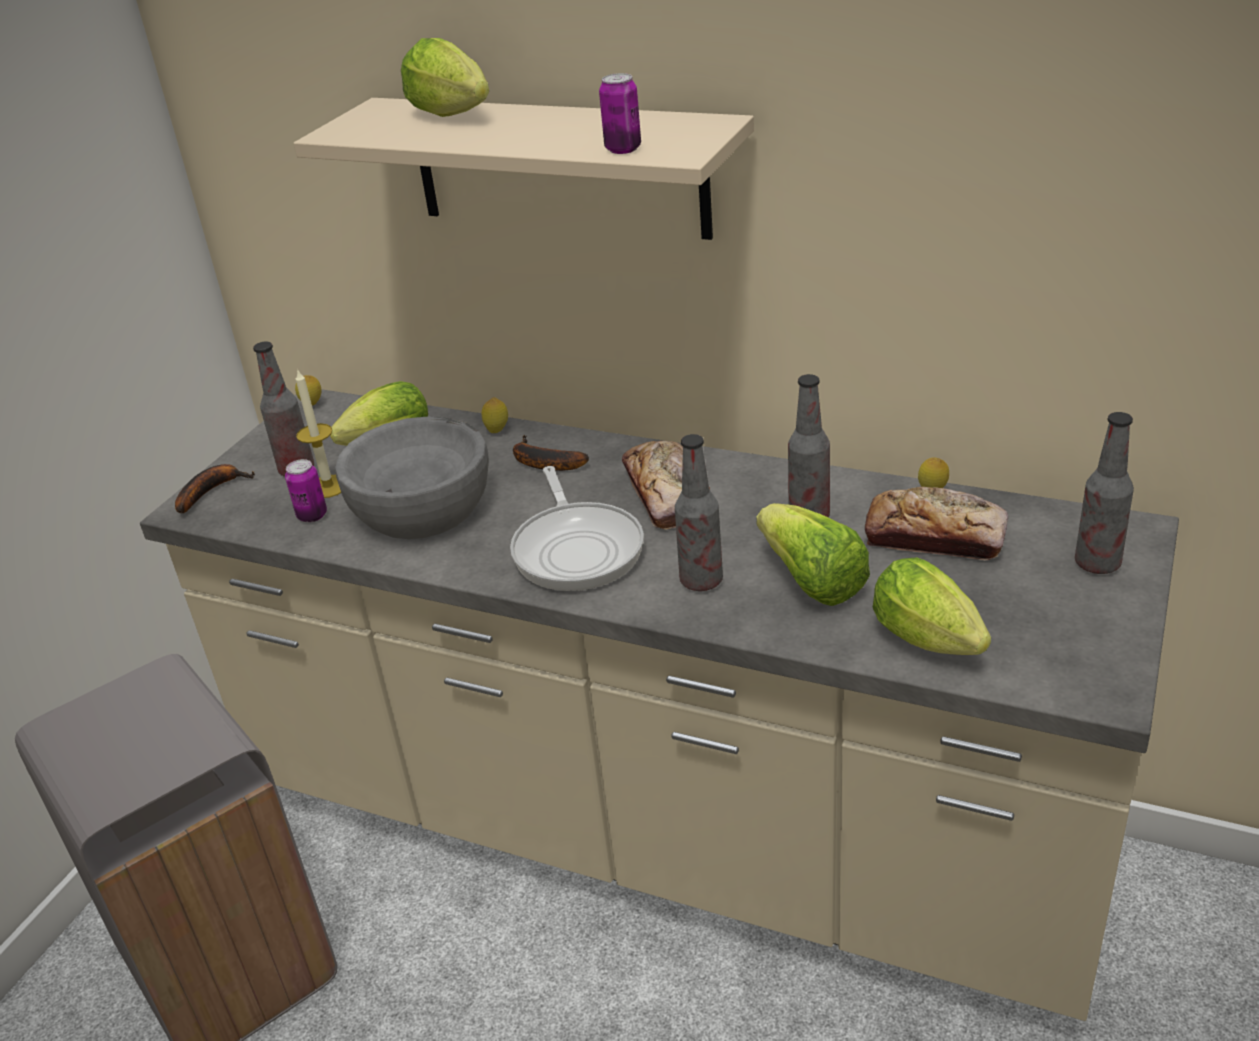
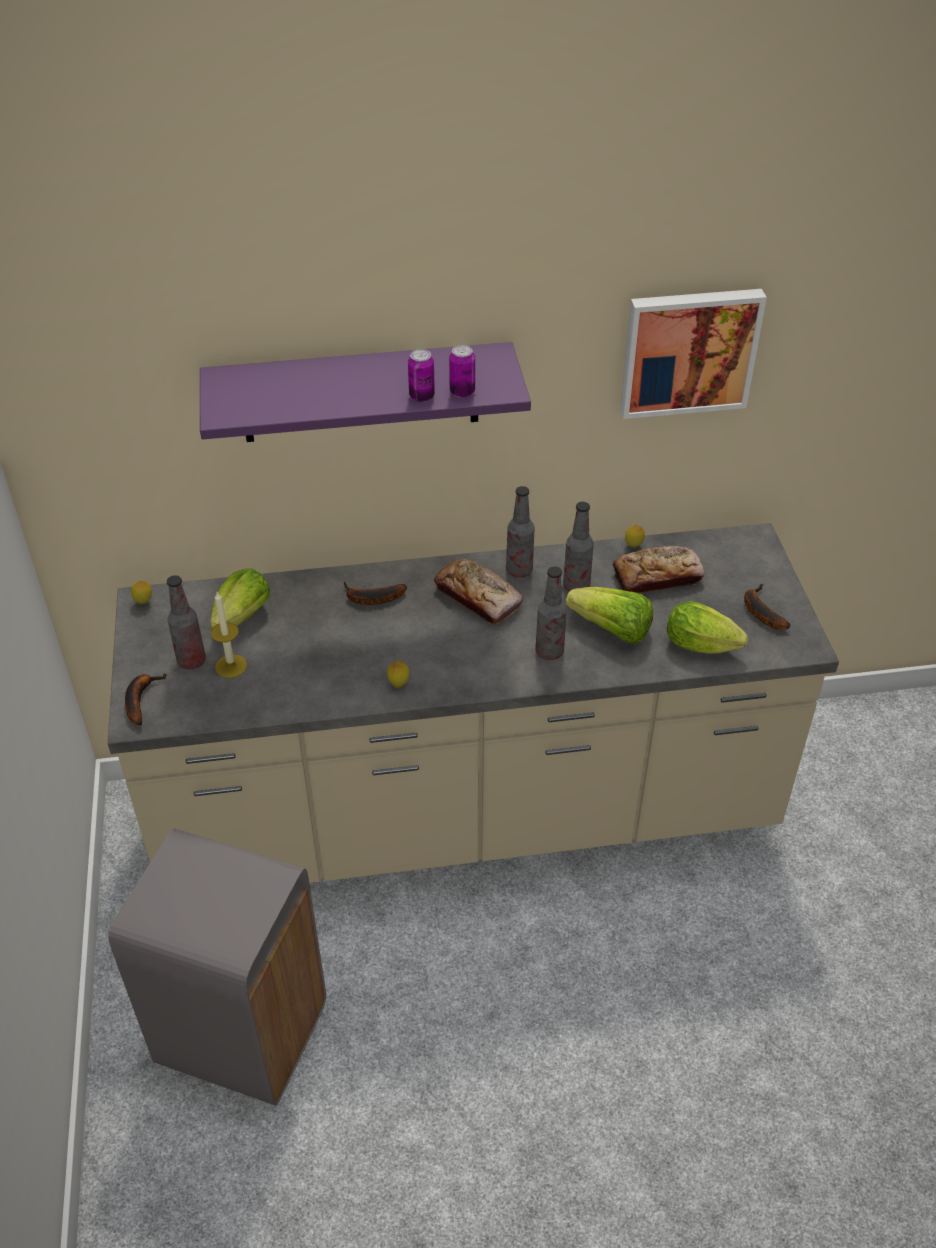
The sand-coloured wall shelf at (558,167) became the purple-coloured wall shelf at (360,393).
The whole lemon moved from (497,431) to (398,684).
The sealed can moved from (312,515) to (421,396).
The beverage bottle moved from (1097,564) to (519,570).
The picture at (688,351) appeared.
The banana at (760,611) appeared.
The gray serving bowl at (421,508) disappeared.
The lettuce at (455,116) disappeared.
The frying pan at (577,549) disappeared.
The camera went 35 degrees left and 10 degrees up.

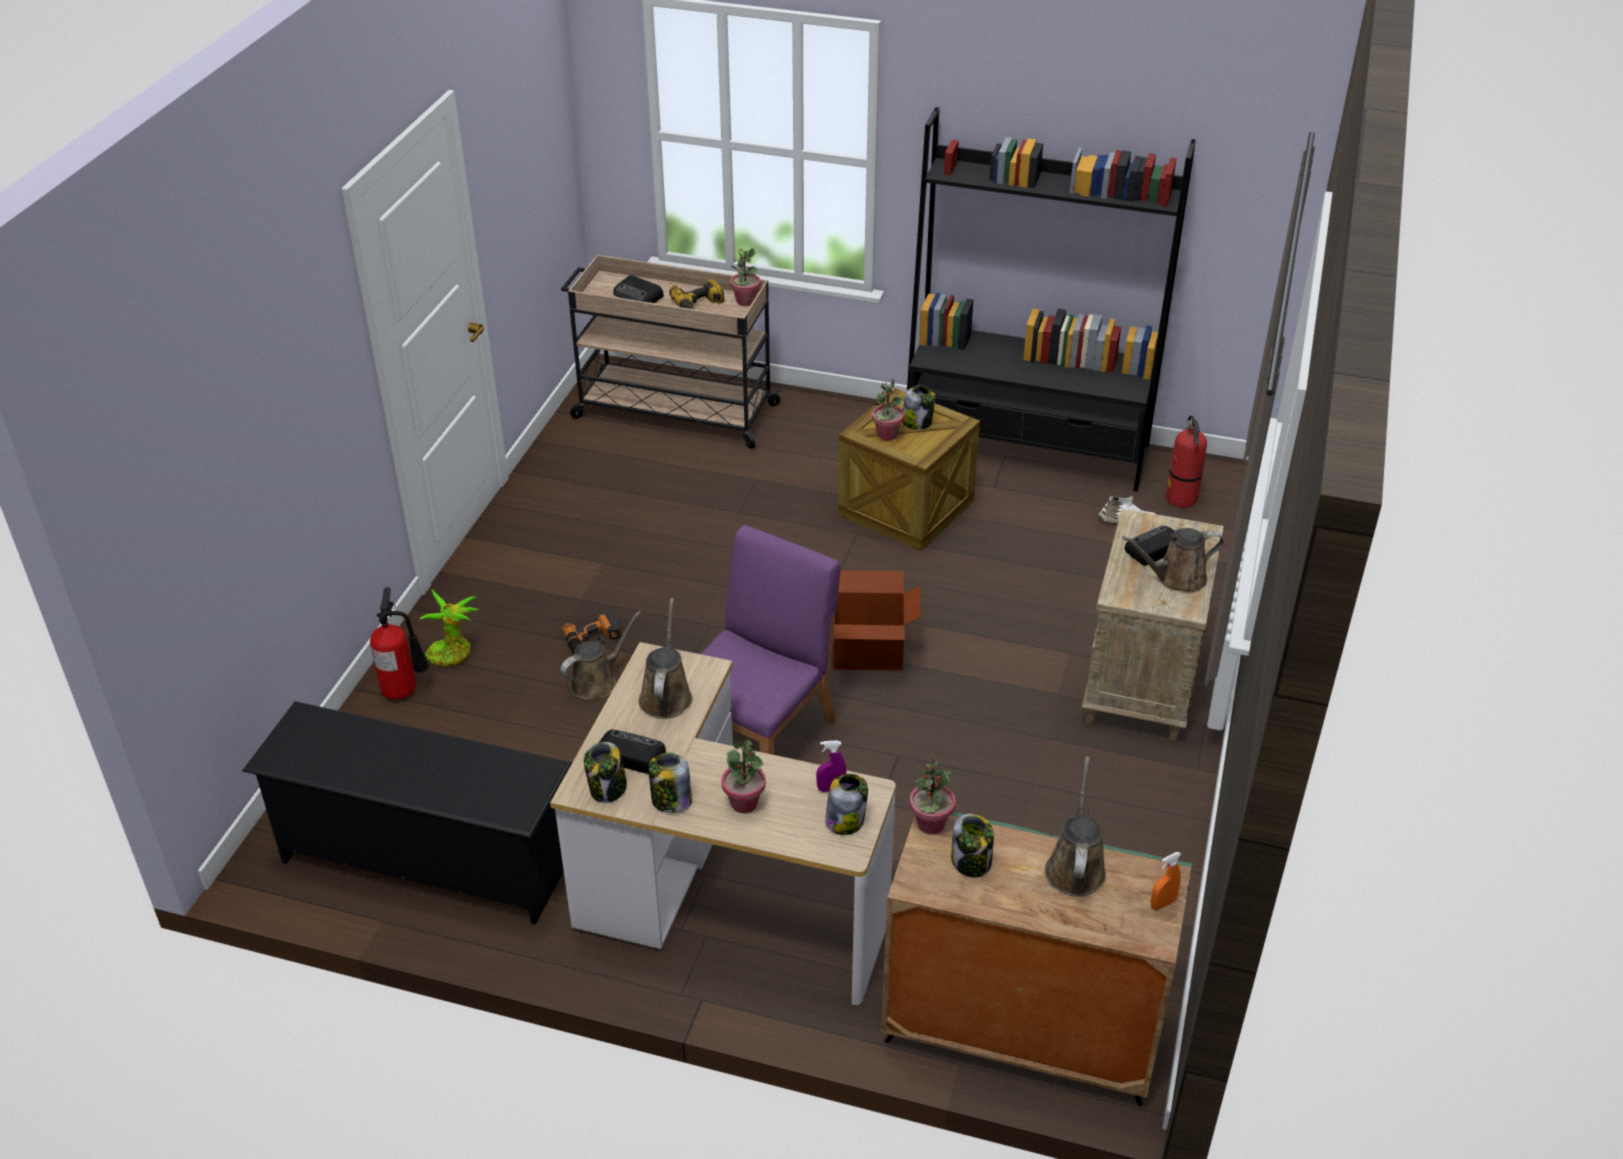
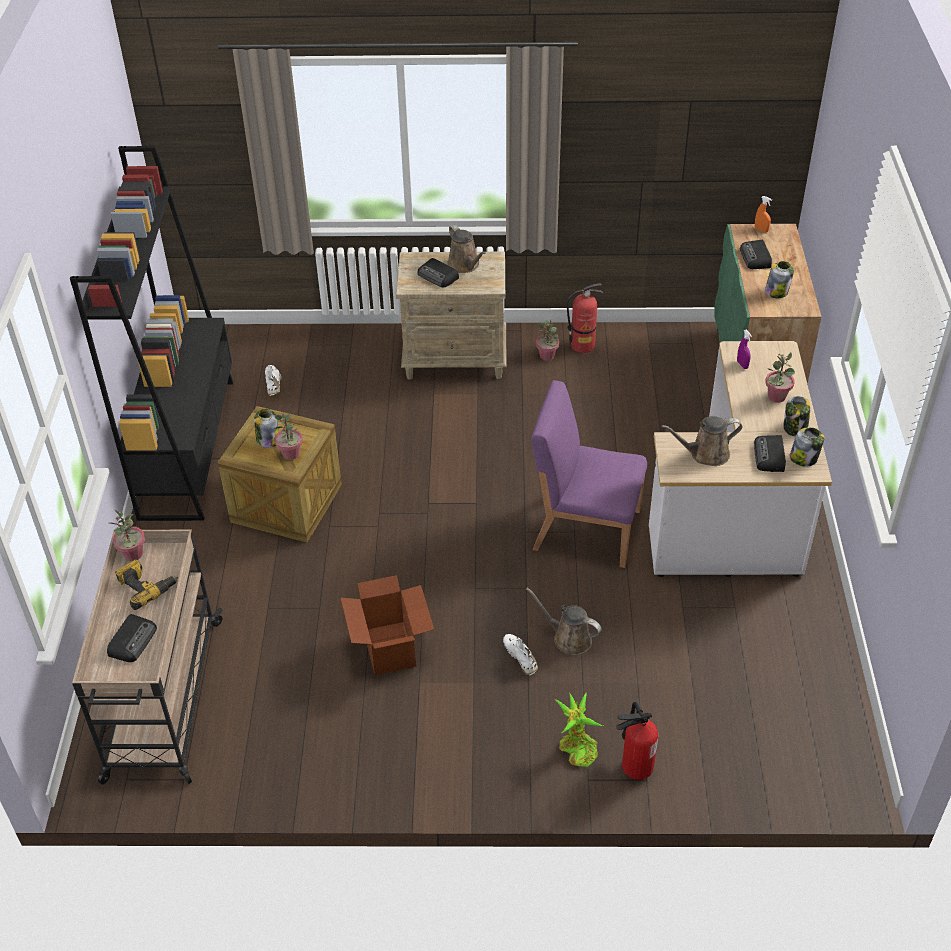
The carton moved from (868,654) to (390,648).
The power drill at (593,639) was replaced by the whitish item of footwear at (521,656).
The plant in a pot moved from (930,824) to (547,356).
The extinguisher moved from (1181,499) to (582,346).
The brown-coloured sprinkling can at (1075,867) was replaced by the radio at (756,258).
The black shoe stand at (427,859) disappeared.
The storage jar at (845,820) disappeared.
The camera went 105 degrees left and 5 degrees up.

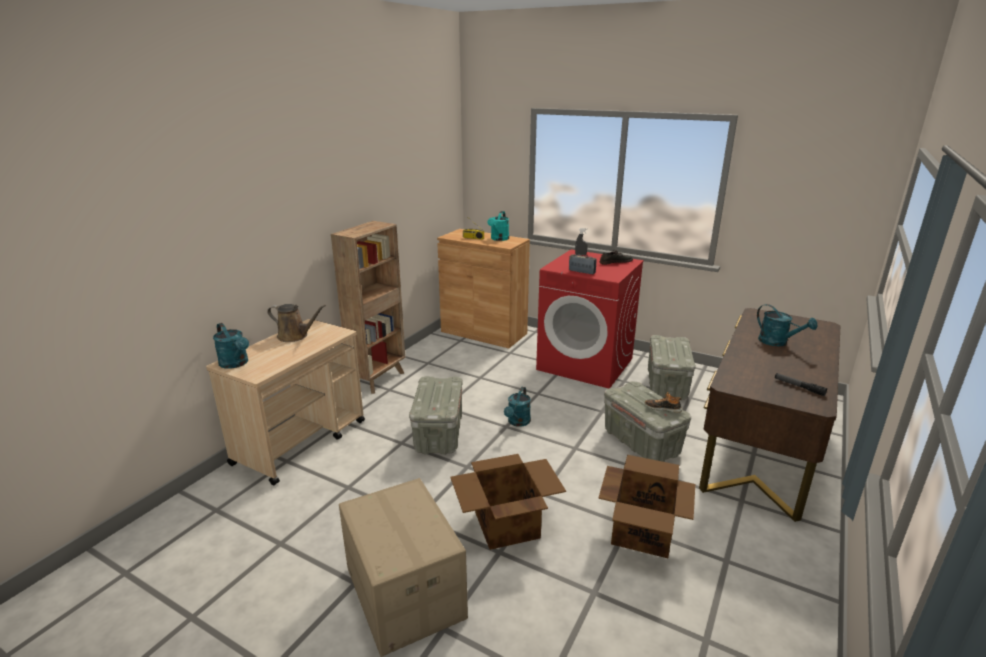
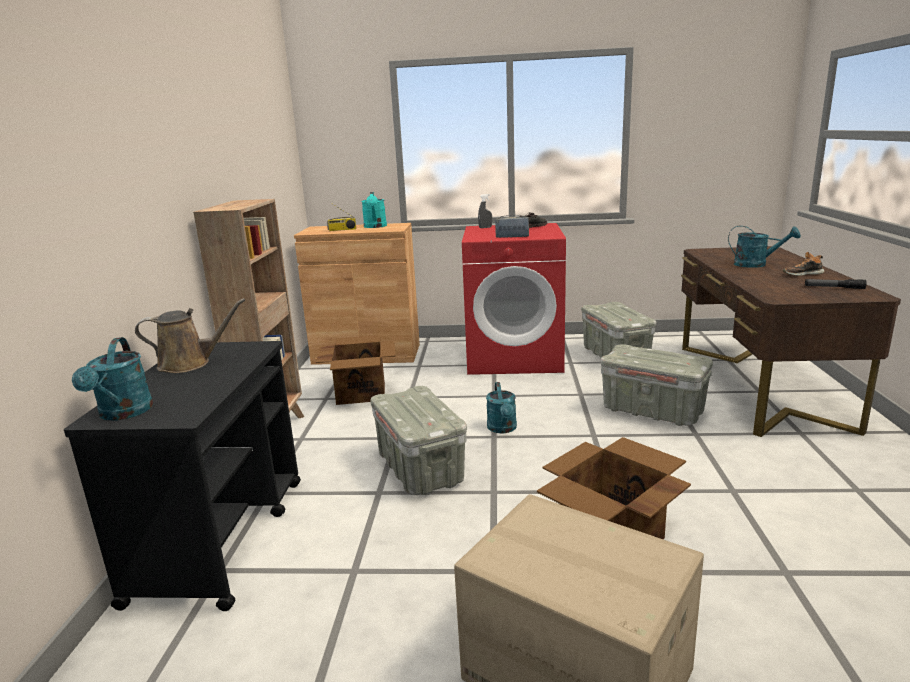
The sand-coloured wheeled cart at (301,441) became the black wheeled cart at (222,537).
The turquoise sprinkling can at (236,364) turned 60 degrees clockwise.
The carton moved from (642,531) to (361,392).
The item of footwear moved from (662,408) to (802,274).
The camera went 25 degrees left and 5 degrees down.

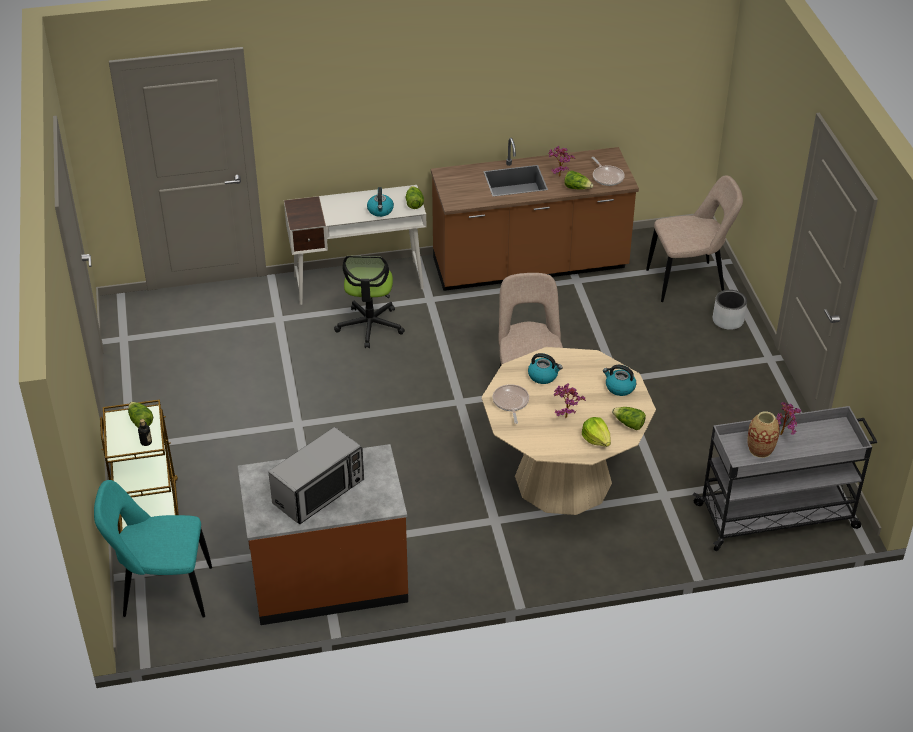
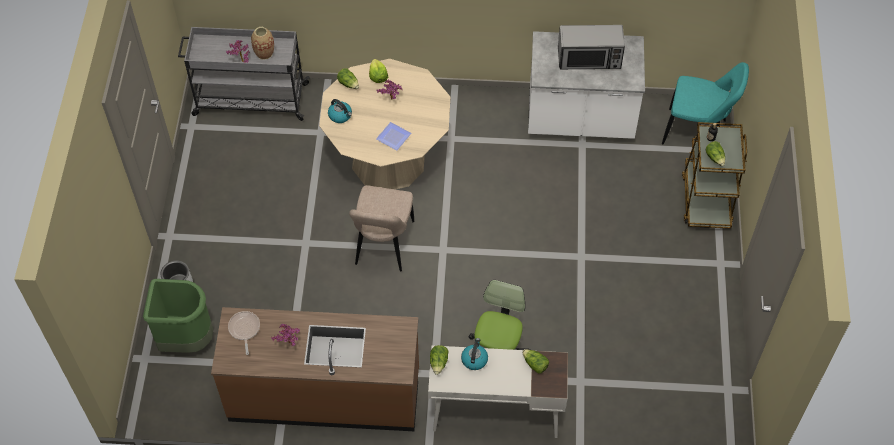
The sand-coloured plain chair at (689,282) was replaced by the green-coloured waste bin at (186,340).
The kettle at (543,376) was replaced by the flat dish at (394,138).
The lettuce moved from (577,188) to (535,364).
The brown-coloured kitchen counter at (328,578) became the whitish kitchen counter at (580,119).
The microwave oven at (319,492) turned 150 degrees counterclockwise.
The frying pan at (510,403) disappeared.
The camera went 165 degrees left and 15 degrees up.

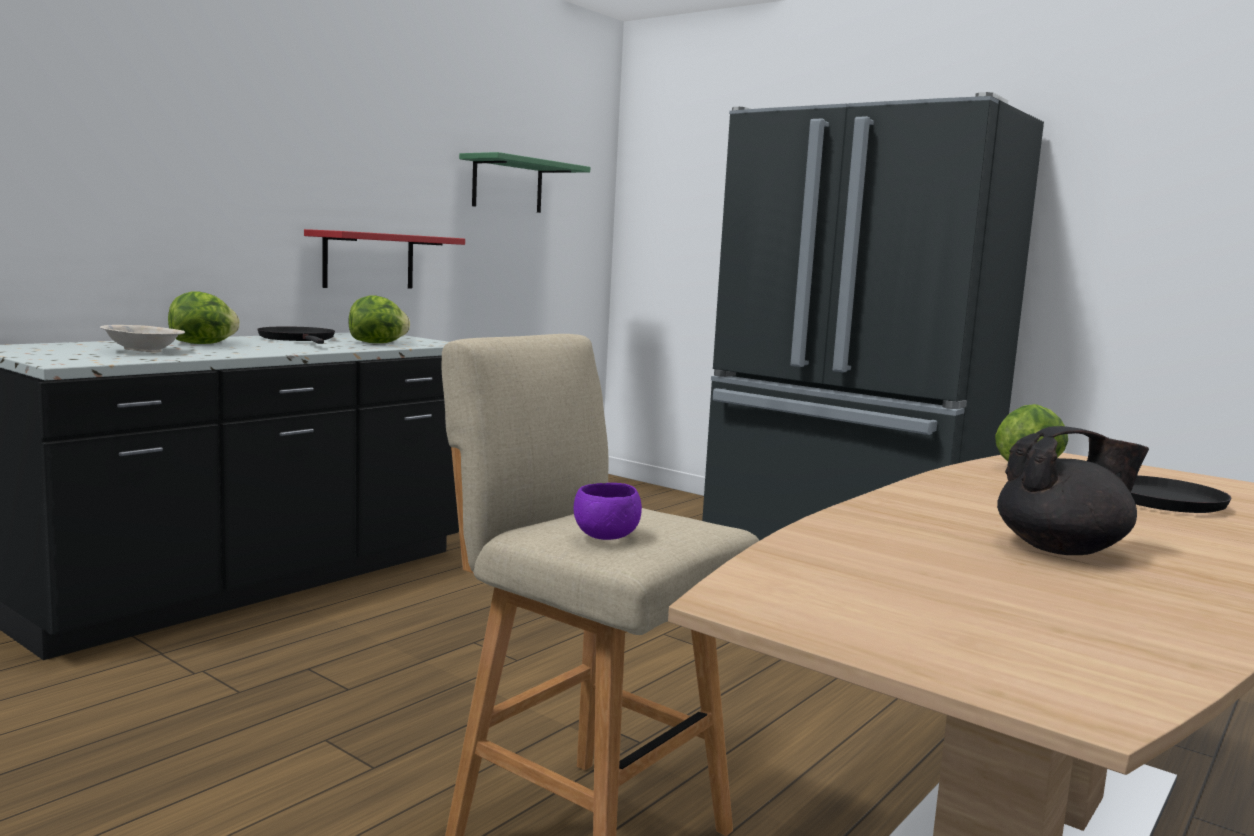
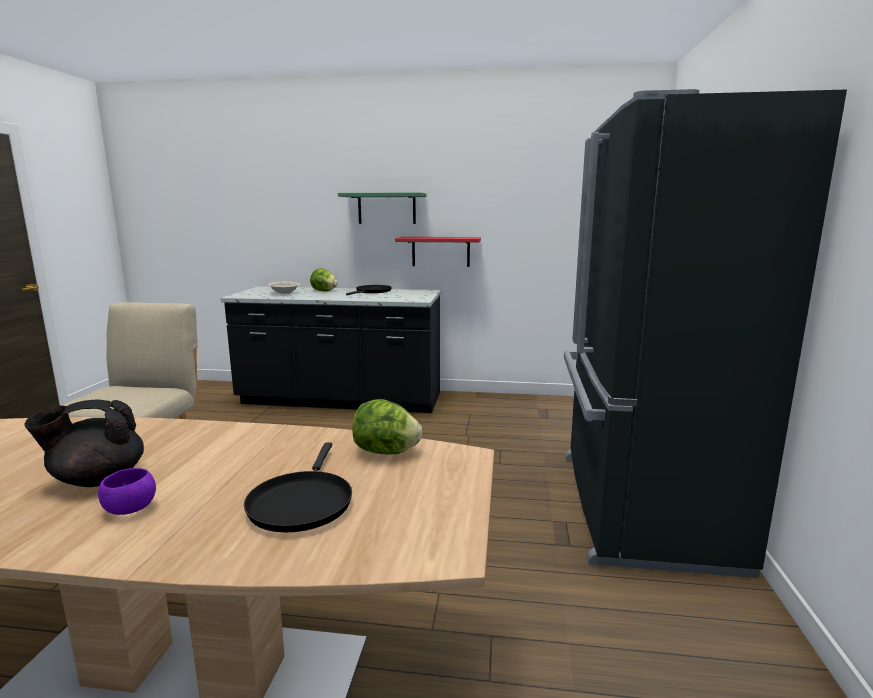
The black teapot at (1062,549) turned 105 degrees clockwise.
The purple-coloured serving bowl moved from (606,536) to (130,509).
The green-coloured wall shelf moved from (507,185) to (386,208).
The lettuce at (378,343) disappeared.
The camera went 60 degrees right and 5 degrees up.

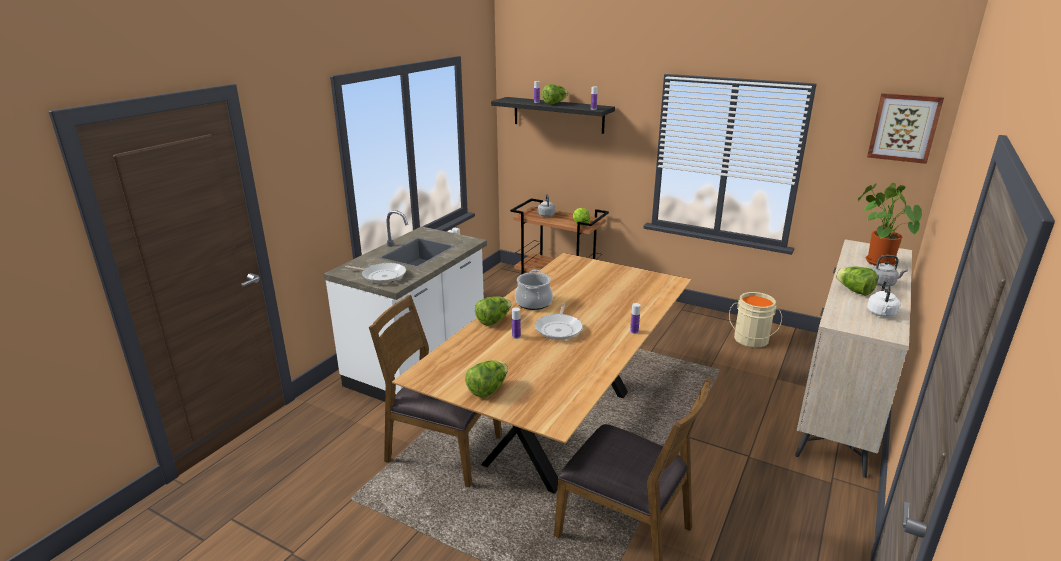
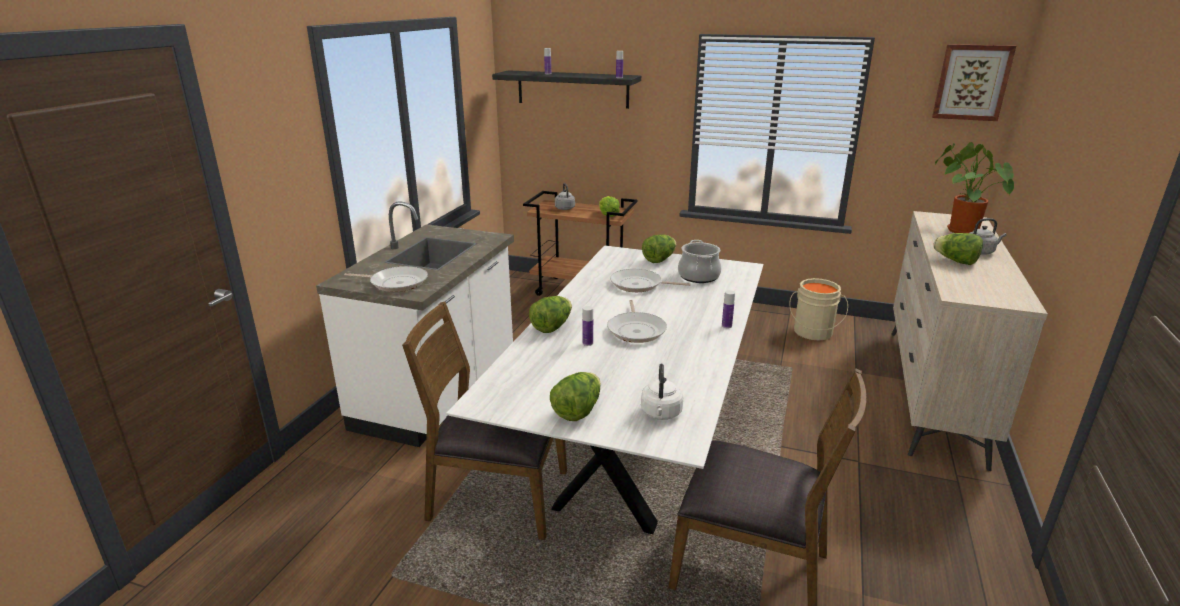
The brown-coloured kitchen table at (561,425) became the whitish kitchen table at (634,450).
The frying pan at (639,285) appeared.
The whitish kettle moved from (881,314) to (661,414).
The lettuce moved from (554,103) to (659,259).
The cooking pot moved from (533,303) to (698,276).
The camera went 10 degrees left and 0 degrees up.

